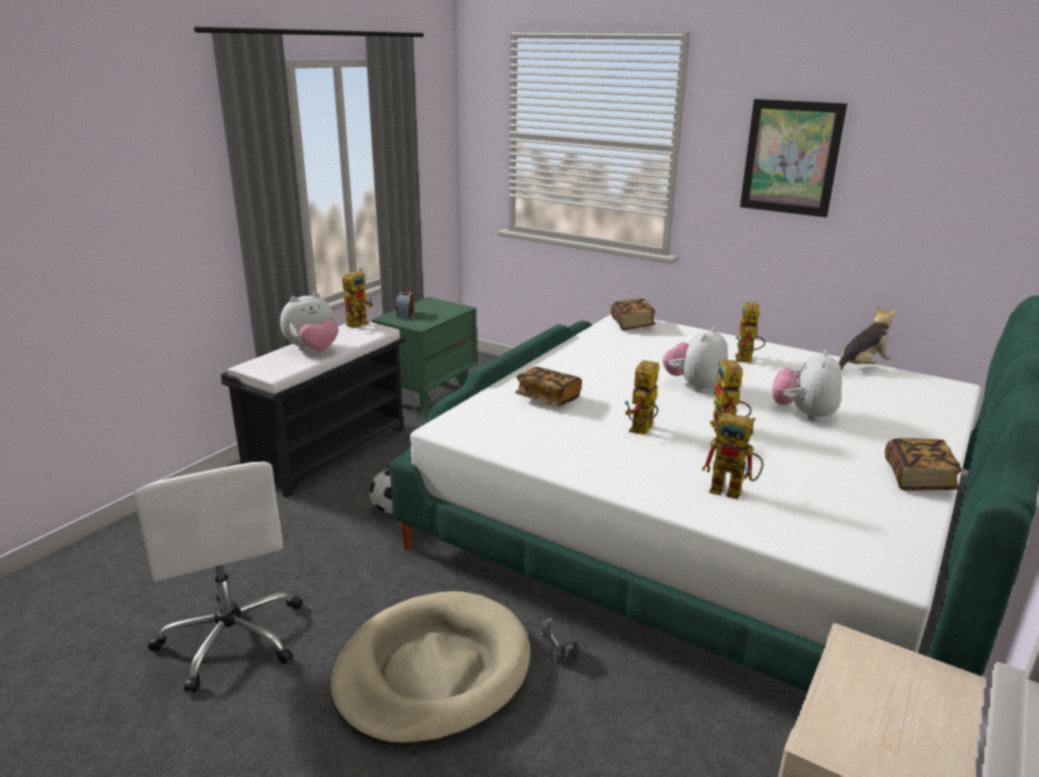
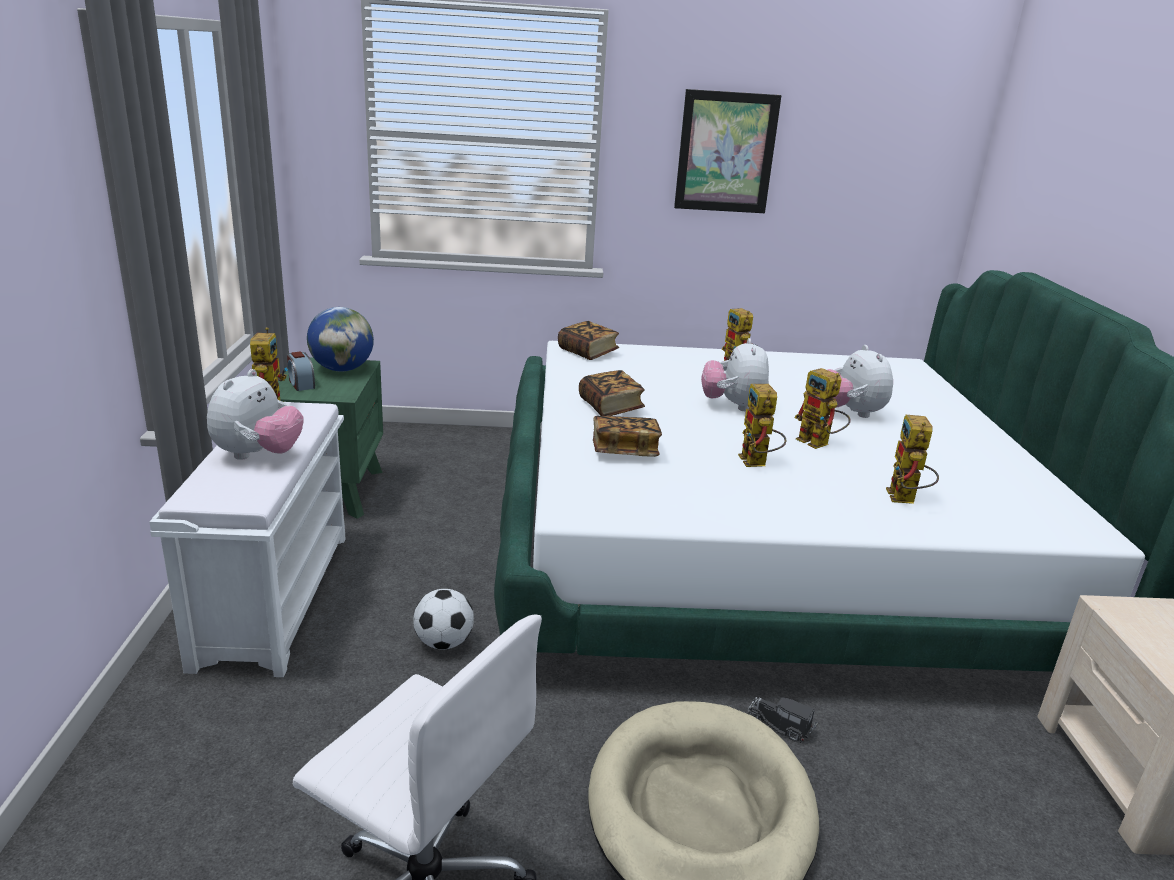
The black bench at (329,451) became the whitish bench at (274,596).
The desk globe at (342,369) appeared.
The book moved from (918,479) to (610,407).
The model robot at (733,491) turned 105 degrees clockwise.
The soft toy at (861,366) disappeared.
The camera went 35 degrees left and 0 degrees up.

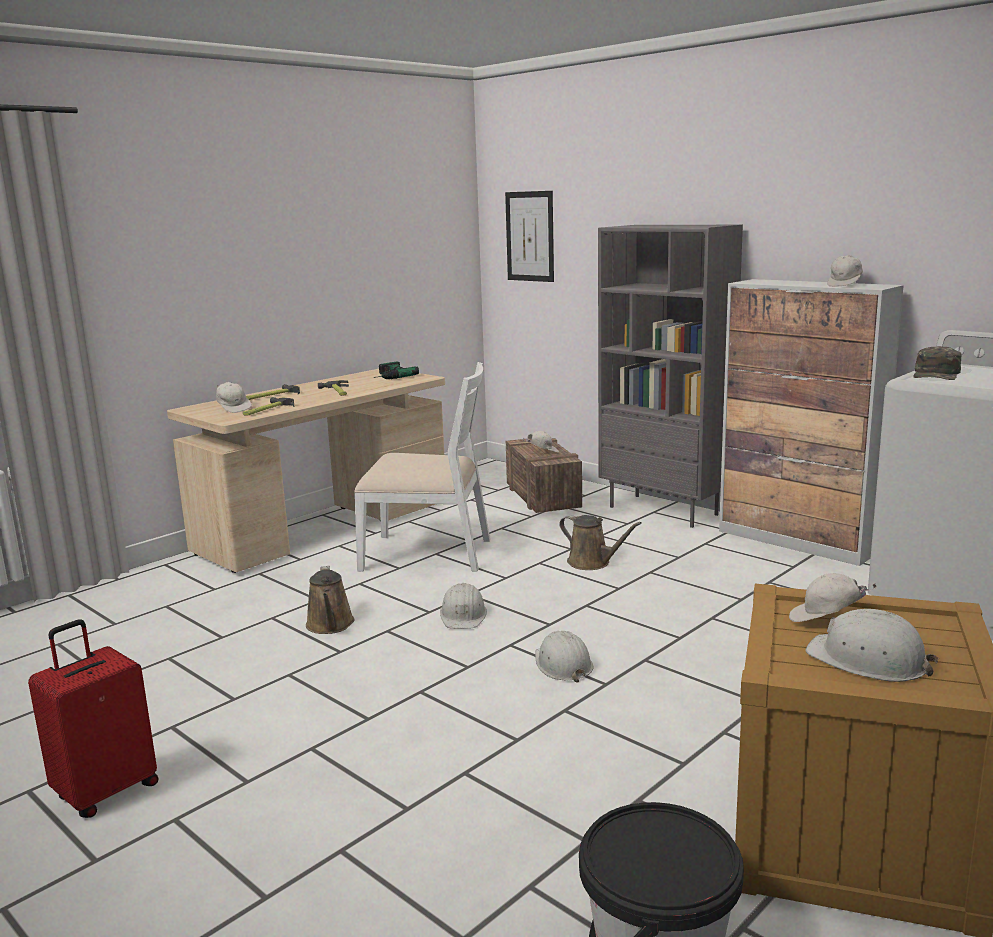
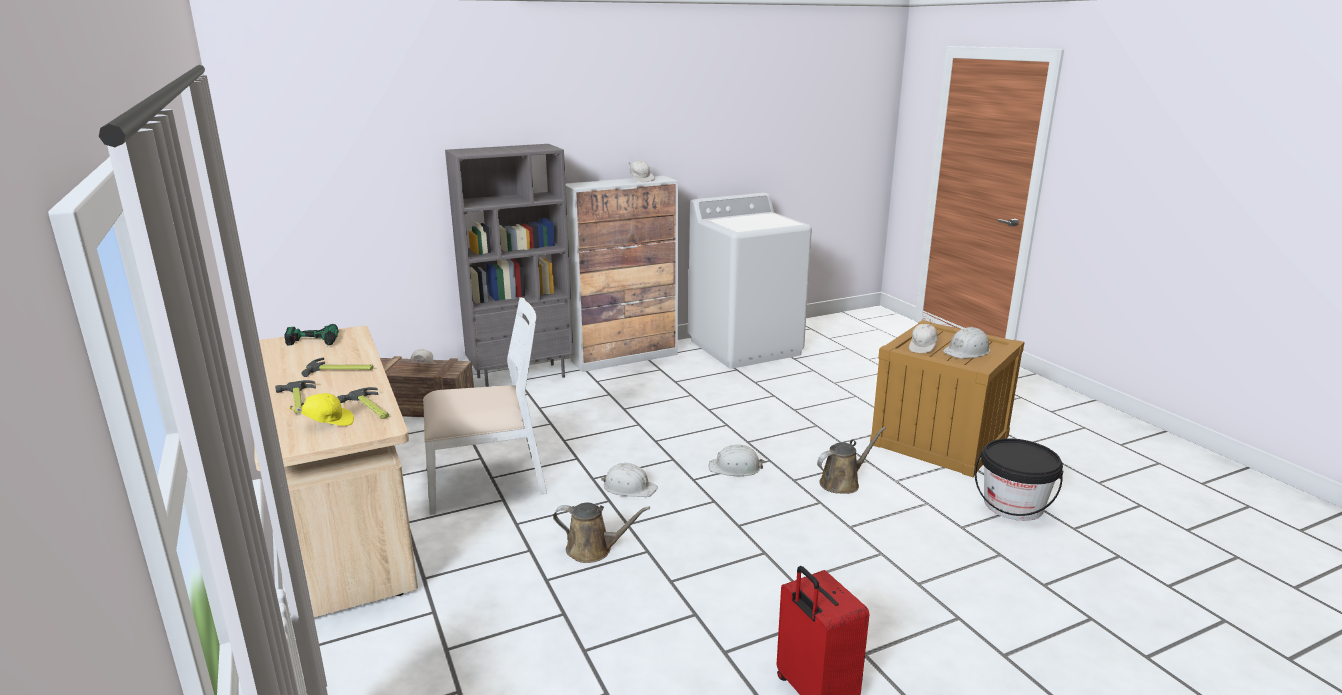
The whitish cap at (233,408) became the yellow cap at (328,423).
The whitish plain chair at (428,553) turned 45 degrees clockwise.
The brown-coloured sprinkling can moved from (592,563) to (842,483).
The picture at (530,236) disappeared.
The green-coloured cap at (937,374) disappeared.
The camera went 70 degrees left and 5 degrees up.

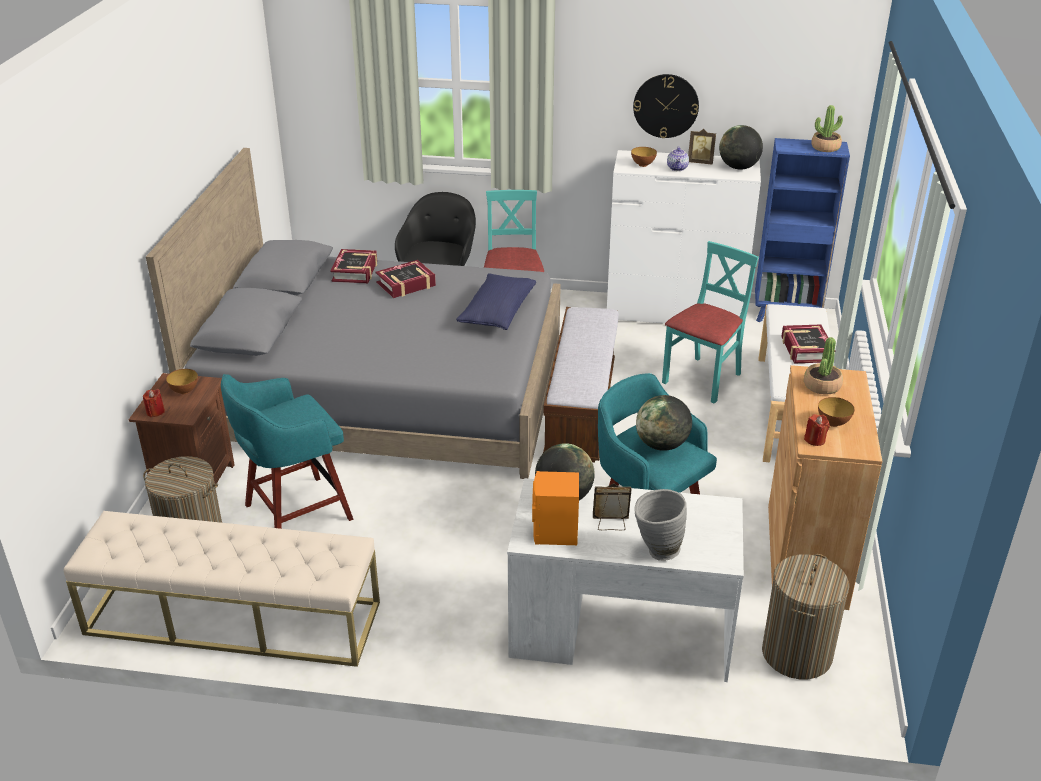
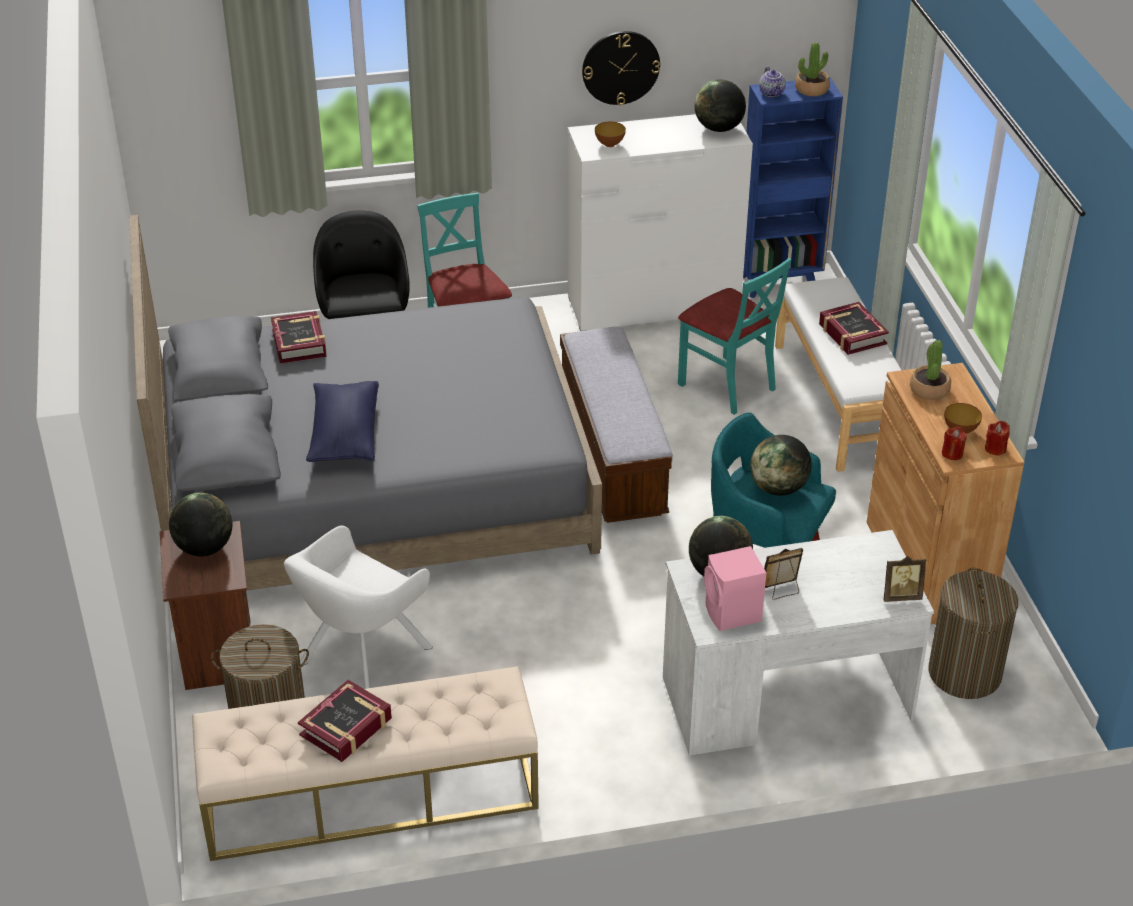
The serving bowl at (184,391) was replaced by the desk globe at (205,548).
The turquoise sitting stool at (295,513) was replaced by the whitish armchair at (361,659).
The book moved from (406,284) to (346,727).
The bluish cushion moved from (497,313) to (344,435).
The turquoise plain chair at (703,379) turned 120 degrees clockwise.
The orangey speaker at (555,533) became the pinkish speaker at (733,614).
The teapot moved from (677,168) to (772,93).
The photo frame moved from (700,162) to (900,596).
The reddish wax light moved from (155,412) to (995,448).
The gray flower vase at (656,552) disappeared.
The camera went 20 degrees left and 5 degrees up.

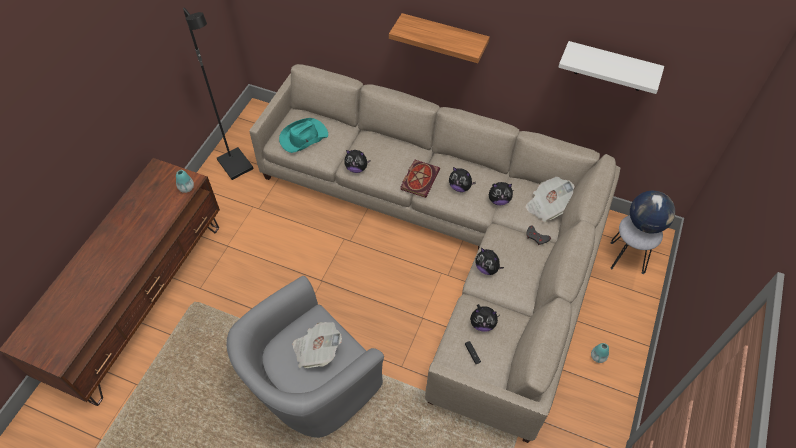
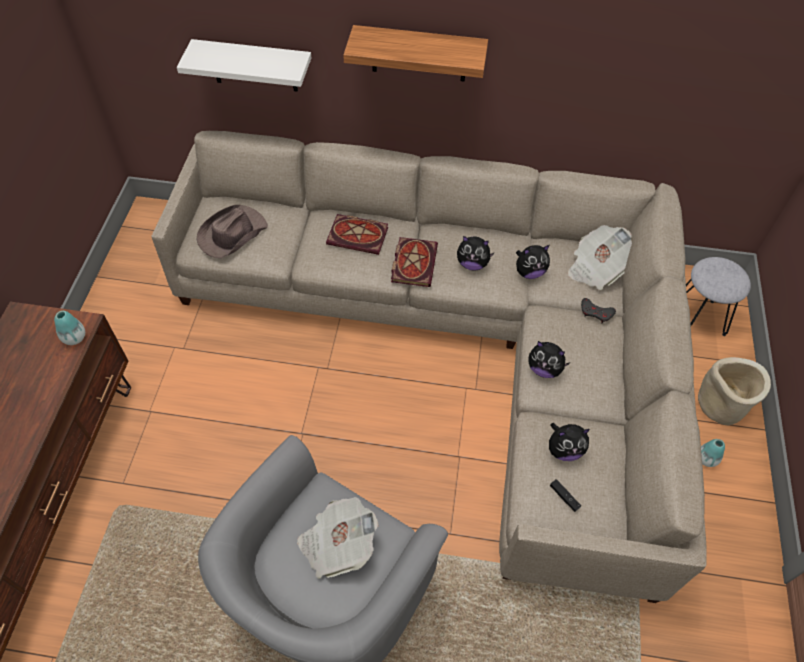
The whitish wall shelf moved from (610,67) to (254,66).
The turquoise clothing hat at (303,137) became the brown-coloured clothing hat at (231,234).
The book at (359,236) appeared.
The sand-coloured flower pot at (720,405) appeared.
The black standing lamp at (236,165) disappeared.
The soft toy at (356,168) disappeared.
The desk globe at (646,224) disappeared.
The camera went 15 degrees left and 0 degrees up.

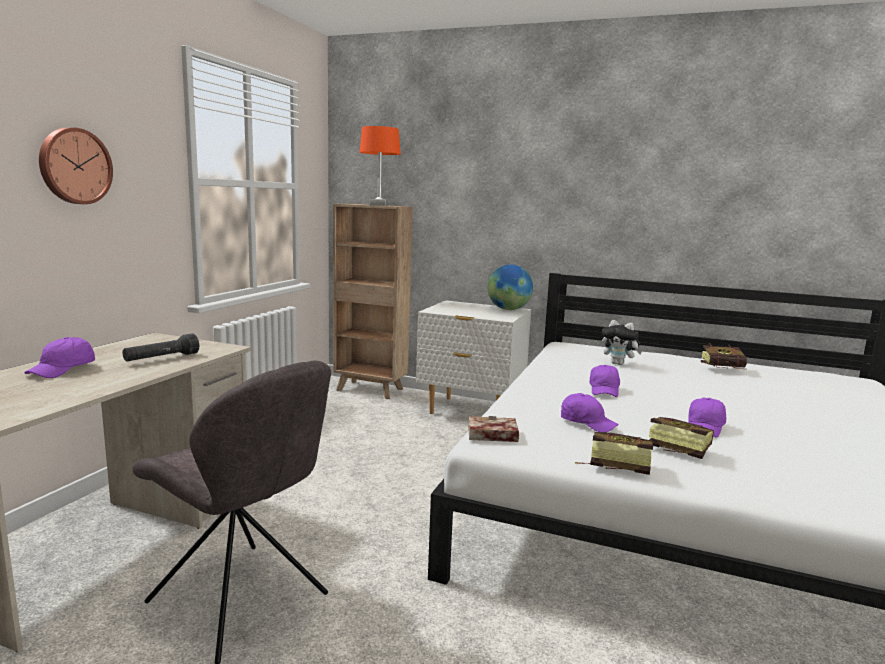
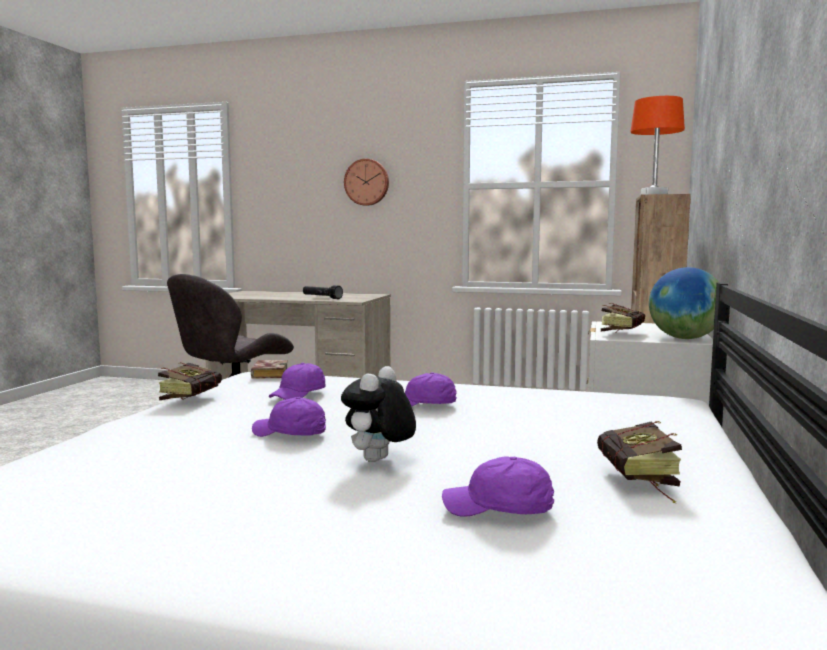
The soft toy moved from (619,364) to (379,461).
The purple-coloured cap moved from (63,370) to (498,509).
The book moved from (671,449) to (623,333).
The camera went 85 degrees right and 5 degrees down.

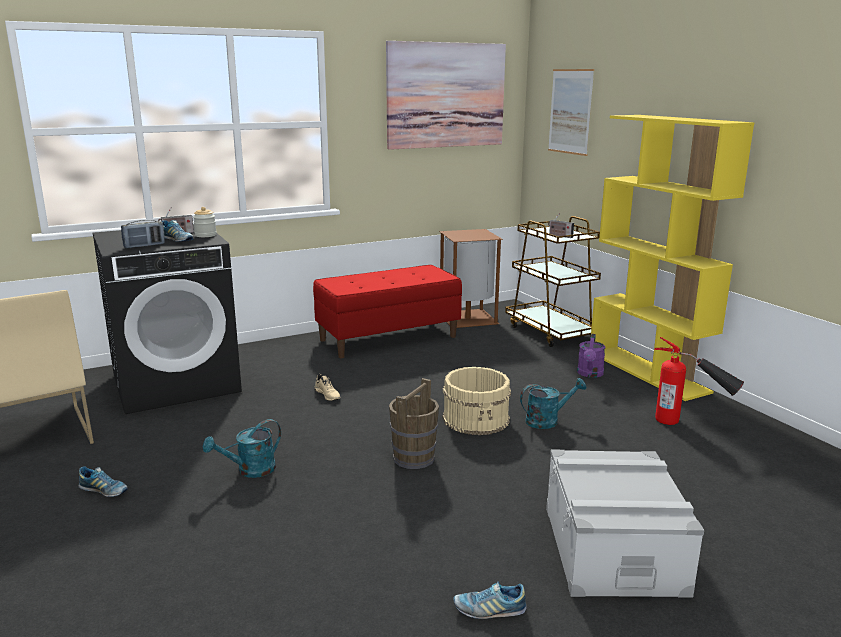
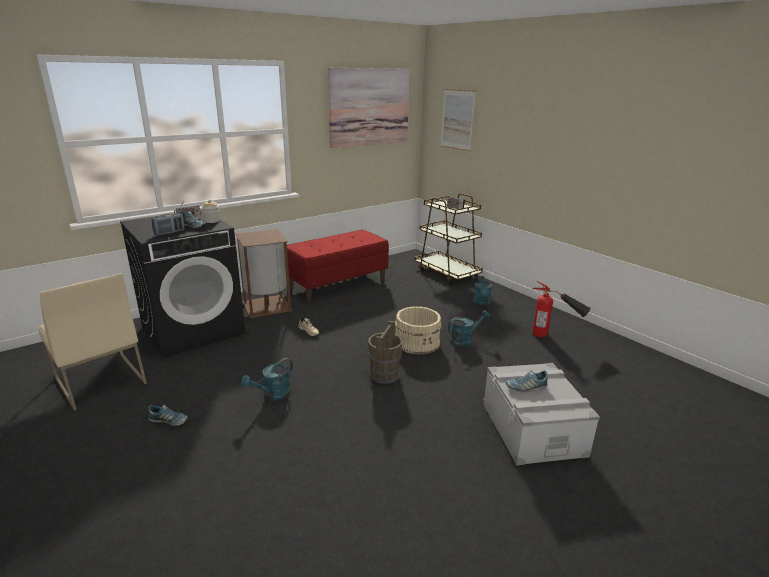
The brown-coloured waste bin moved from (468,318) to (267,306).
The purple-coloured sprinkling can at (590,374) became the turquoise sprinkling can at (482,303).
The item of footwear moved from (489,610) to (526,387).
The yellow shelving unit at (648,372) disappeared.
The camera went 10 degrees left and 5 degrees up.

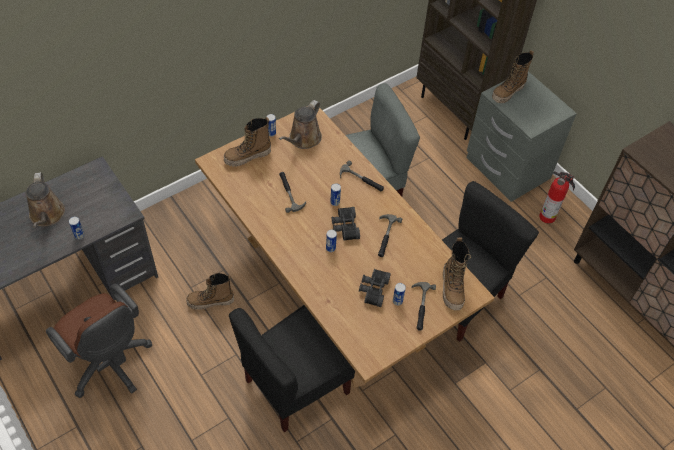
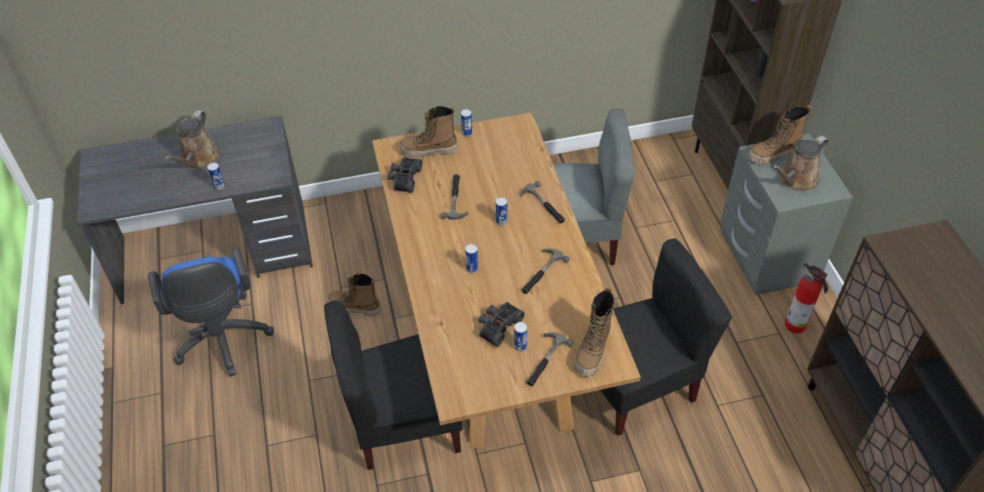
The brown-coloured computer chair at (110,364) became the bluish computer chair at (223,340).
The black pair of binoculars moved from (344,227) to (404,178).
The brown-coloured sprinkling can moved from (303,139) to (796,180).
The camera went 25 degrees right and 5 degrees down.

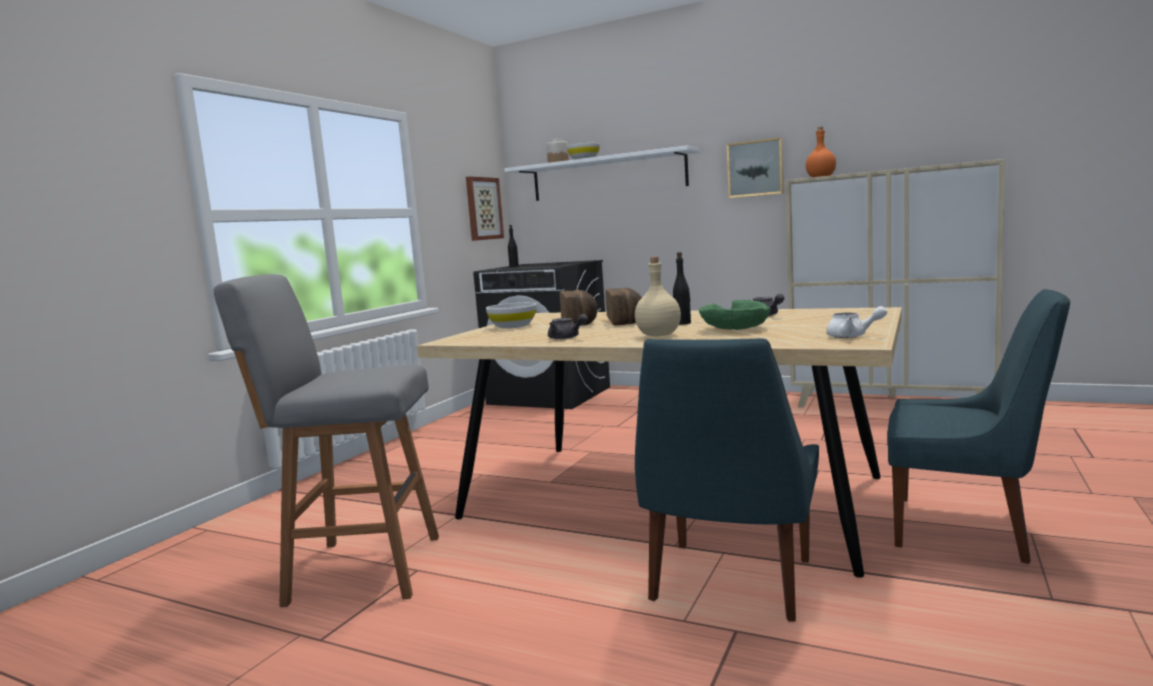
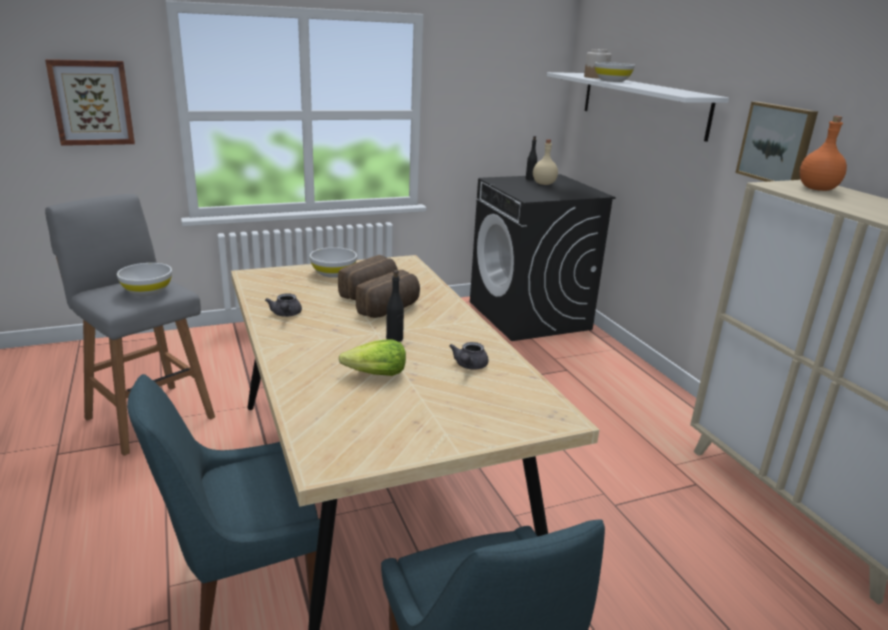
The picture moved from (483,208) to (92,102).
The whitish serving bowl at (147,291) appeared.
The green-coloured serving bowl at (736,329) was replaced by the lettuce at (376,374).
The sand-coloured beverage bottle moved from (658,335) to (543,184).
The whitish teapot at (852,336) disappeared.
The camera went 40 degrees right and 15 degrees up.

